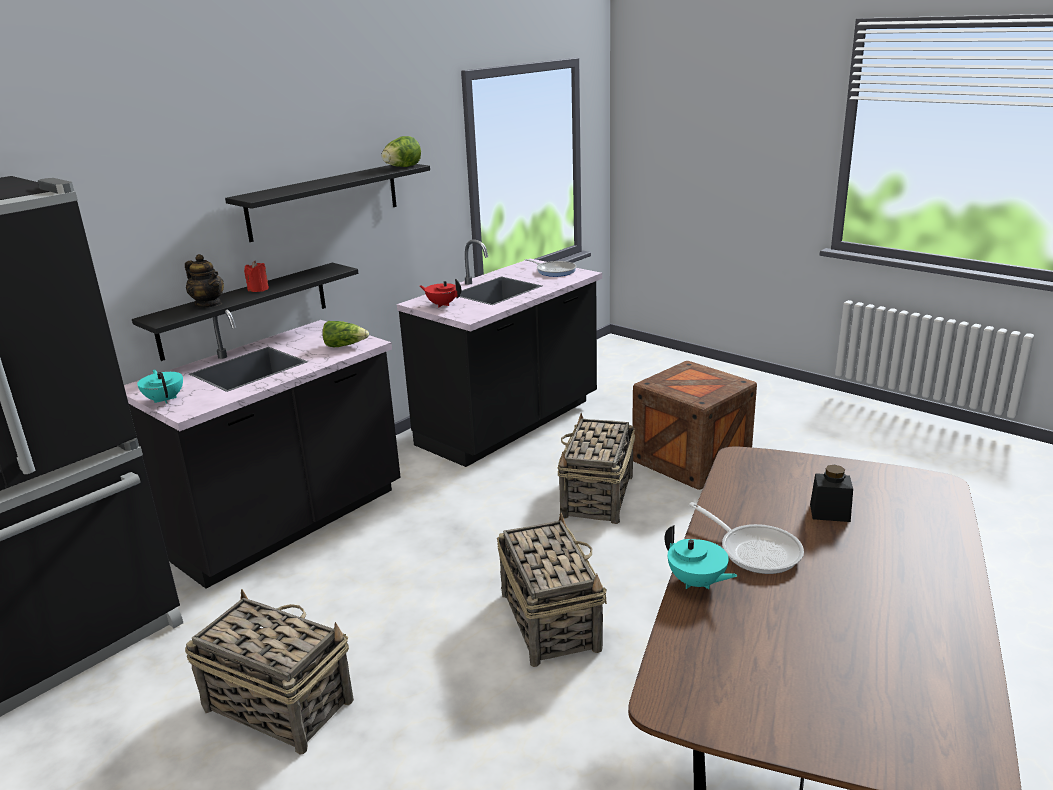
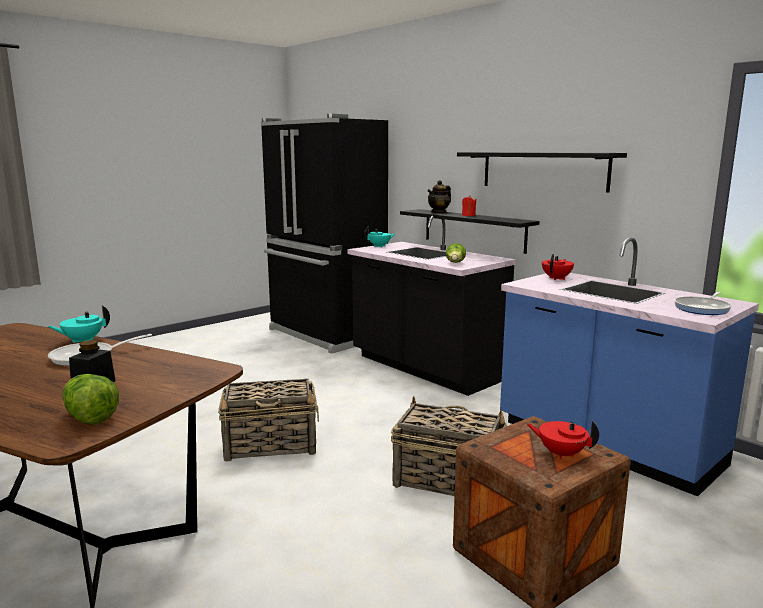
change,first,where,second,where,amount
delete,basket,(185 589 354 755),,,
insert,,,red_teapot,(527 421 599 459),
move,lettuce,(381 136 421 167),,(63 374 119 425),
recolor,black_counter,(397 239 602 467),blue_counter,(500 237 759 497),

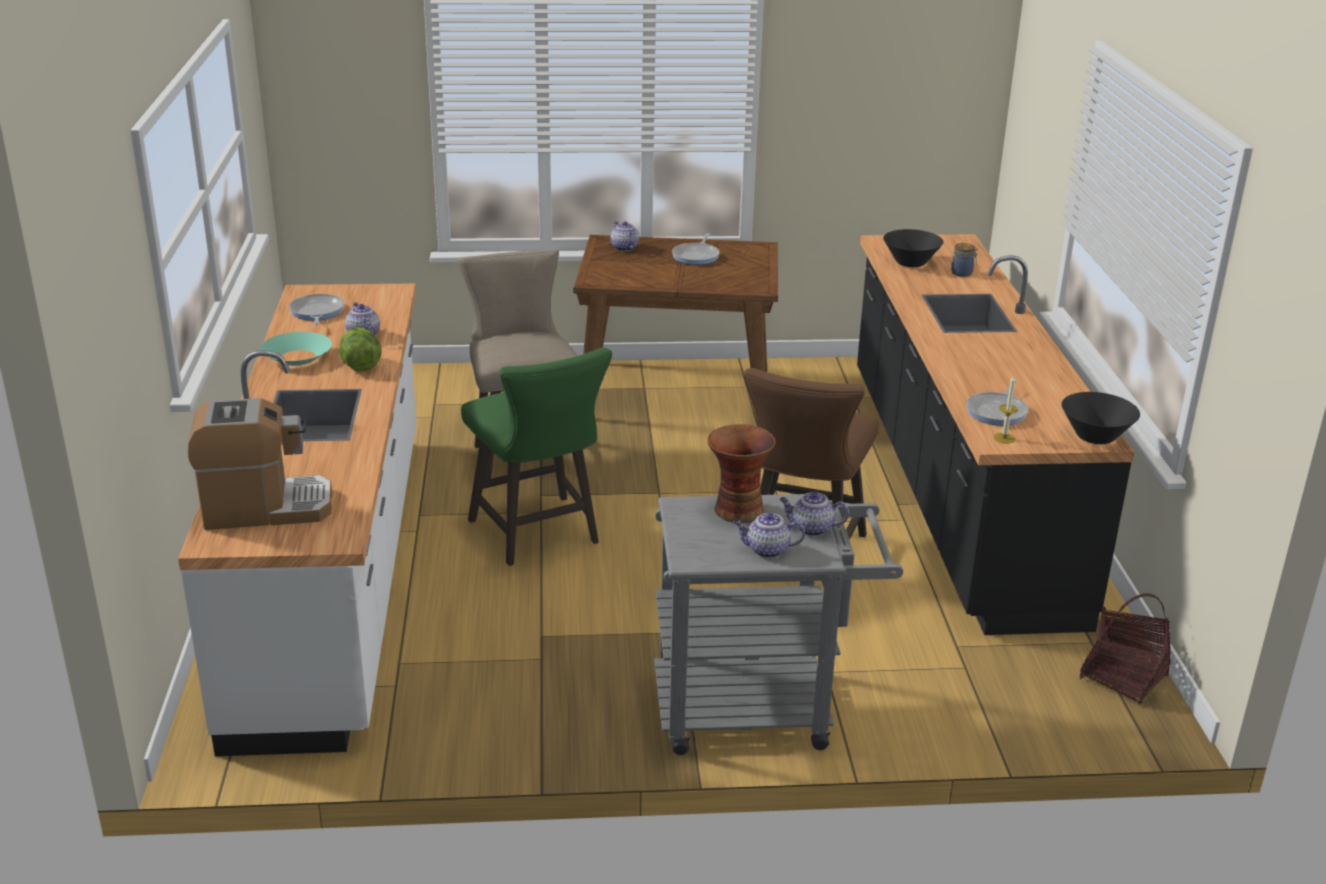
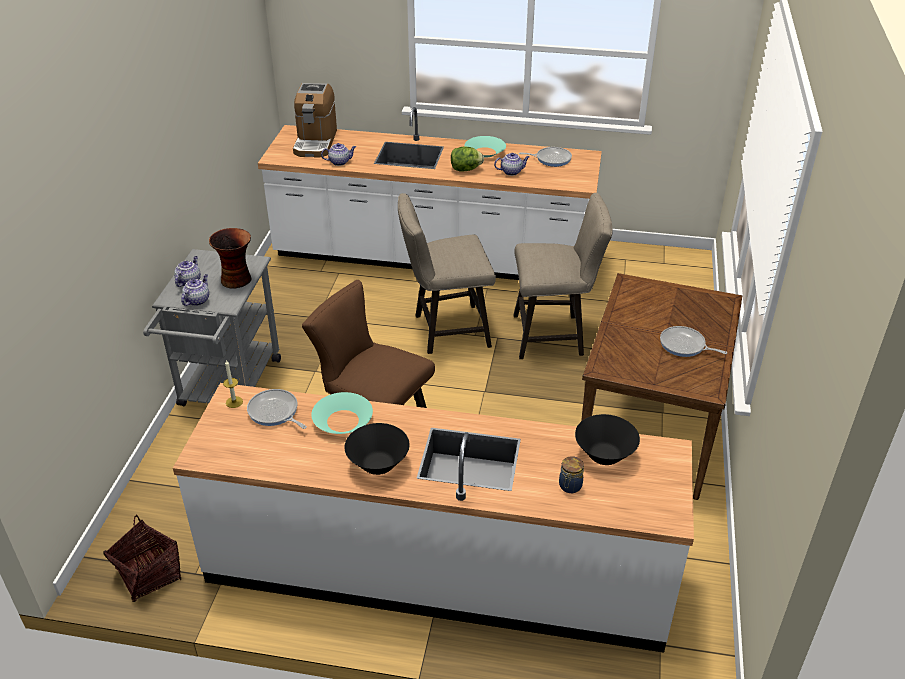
change,first,where,second,where,amount
insert,,,turquoise_bowl,(311 392 373 434),
move,teapot,(611 221 639 251),,(321 143 356 166),
move,black_bowl,(1062 392 1140 444),,(345 423 410 475),
recolor,green_stool,(461 347 612 566),beige_stool,(398 193 496 354),
recolor,black_counter,(857 234 1135 635),white_counter,(173 383 694 652),

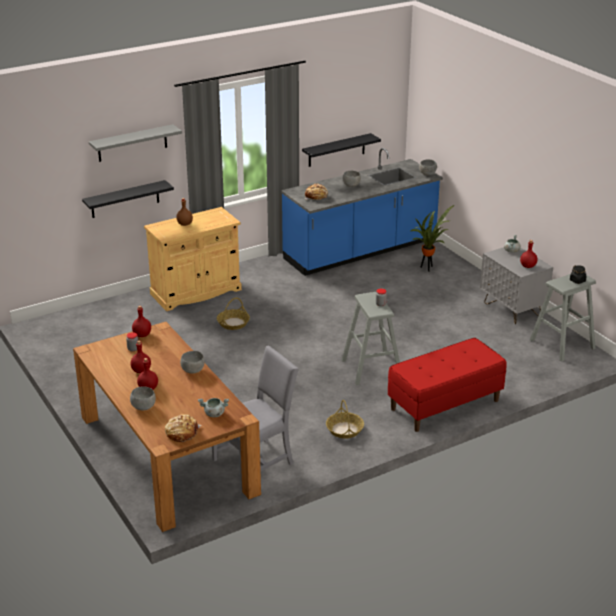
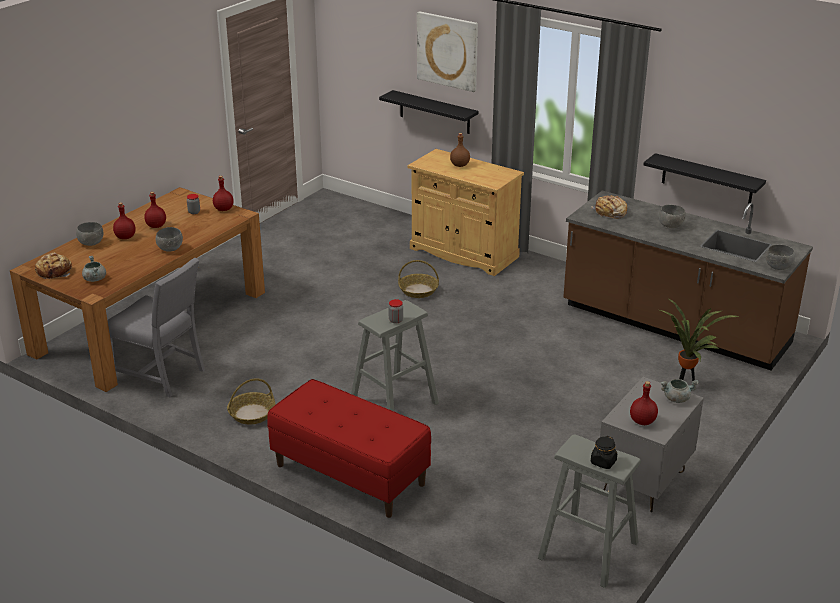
change,first,where,second,where,amount
replace,grey_shelf,(89 124 182 162),picture,(417 11 478 92),
recolor,blue_counter,(281 148 443 276),brown_counter,(563 191 813 370),

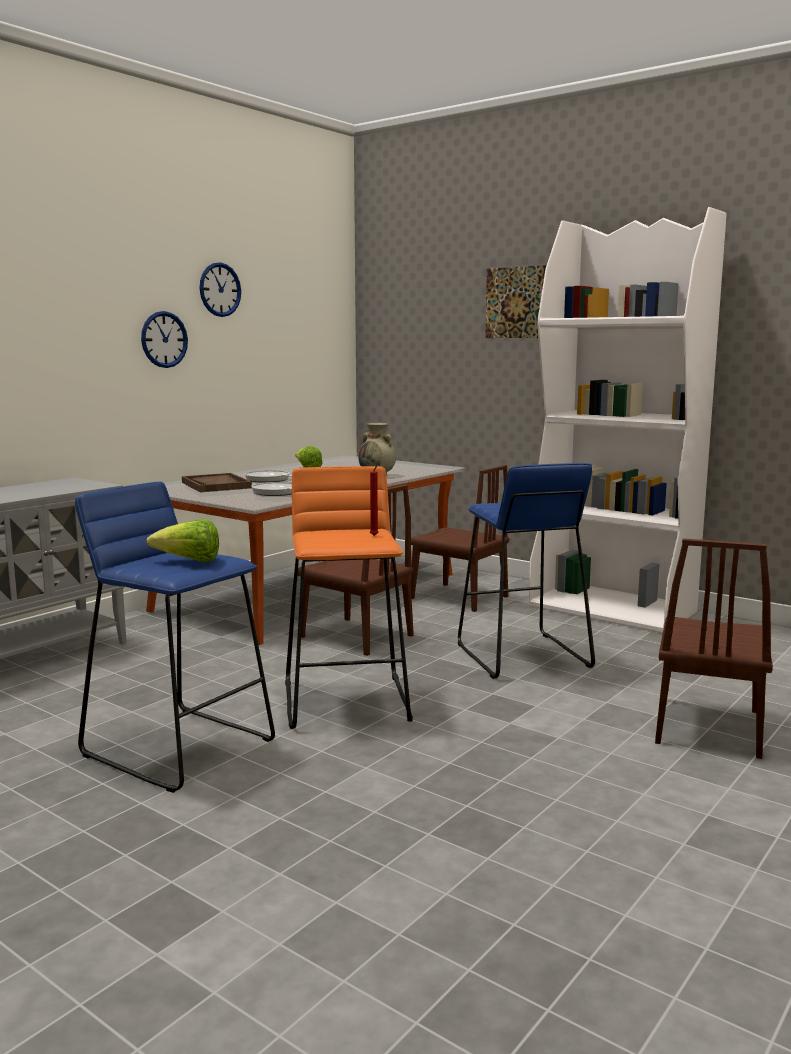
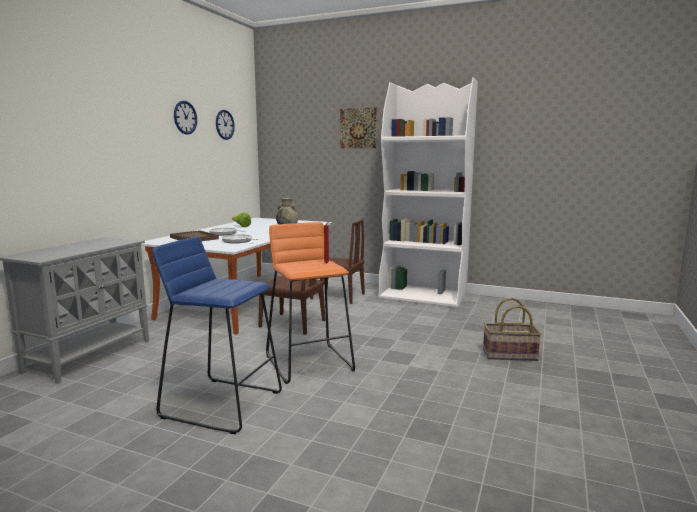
change,first,where,second,where,amount
delete,lettuce,(146 519 219 562),,,
delete,blue_stool,(458 463 595 679),,,
move,wall_clock,(141 311 188 368),,(216 110 235 140),
replace,brown_chair,(655 538 773 759),basket,(483 298 541 361),

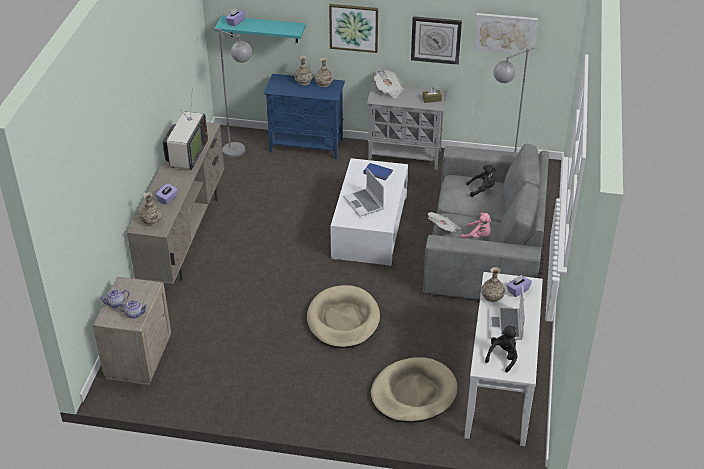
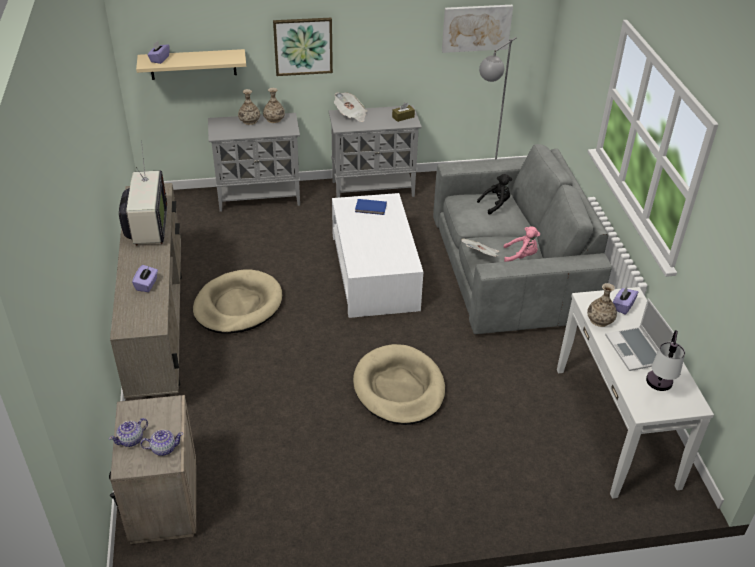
change,first,where,second,where,amount
delete,vase,(140 192 162 225),,,
delete,grey_floor_lamp,(212 27 252 157),,,
delete,laptop,(343 168 384 217),,,
delete,wall_clock,(411 16 462 65),,,
move,beige_dog_bed,(371 357 458 423),,(193 269 282 334),
replace,black_plush_toy,(485 326 518 372),table_lamp,(646 330 685 391),
recolor,turquoise_shelf,(215 16 306 43),beige_shelf,(136 49 246 80),
recolor,blue_cabinet,(264 74 345 159),grey_cabinet,(208 113 300 212),

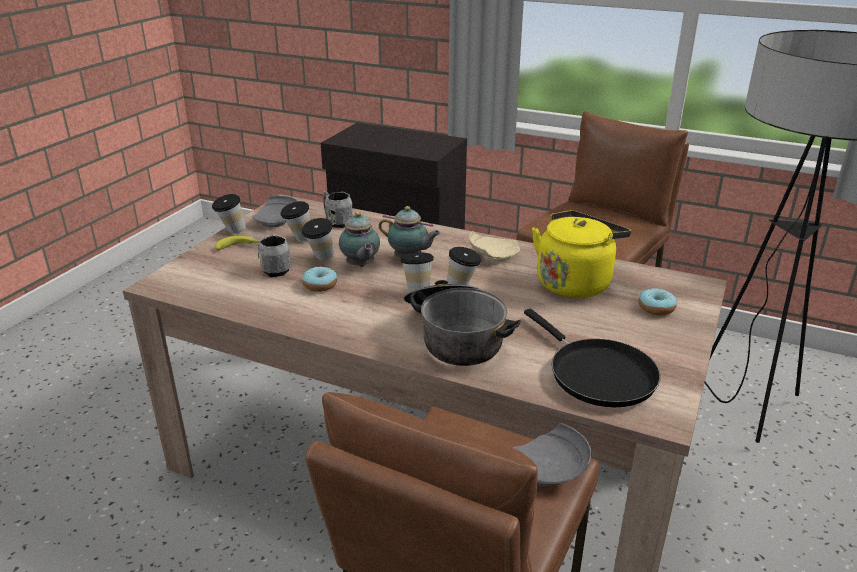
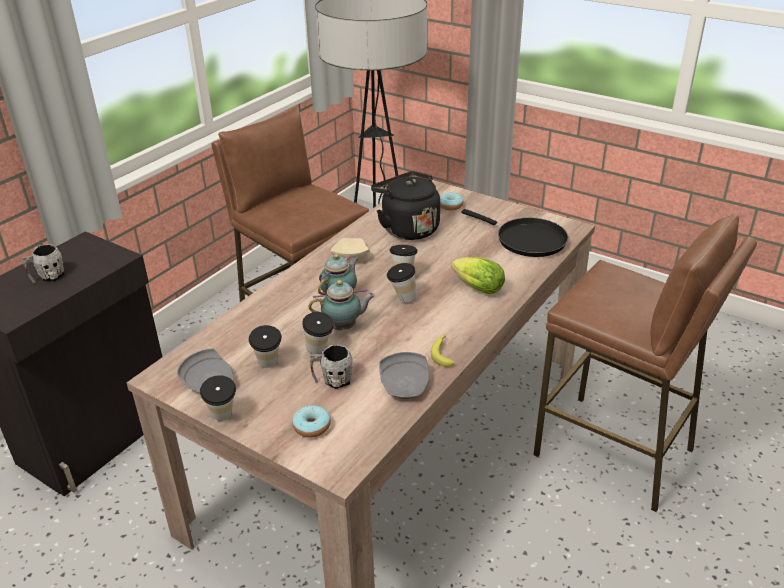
change,first,where,second,where,amount
move,banana,(215 236 259 250),,(431 334 455 367),
move,donut,(302 266 337 292),,(292 405 331 438),
move,grey_mug,(323 191 353 228),,(22 244 65 283),
move,grey_plate,(513 423 592 486),,(379 352 429 399),
replace,cooking_pot,(404 280 521 366),lettuce,(451 257 505 294),
recolor,yellow_kettle,(532 210 631 298),black_kettle,(371 171 440 240),
rotate,black_frying_pan,(524 309 660 407),,(461 209 568 257),60 degrees clockwise

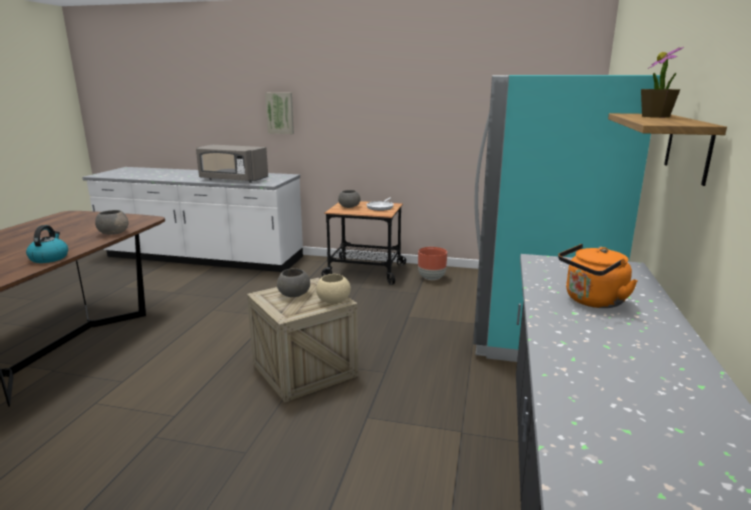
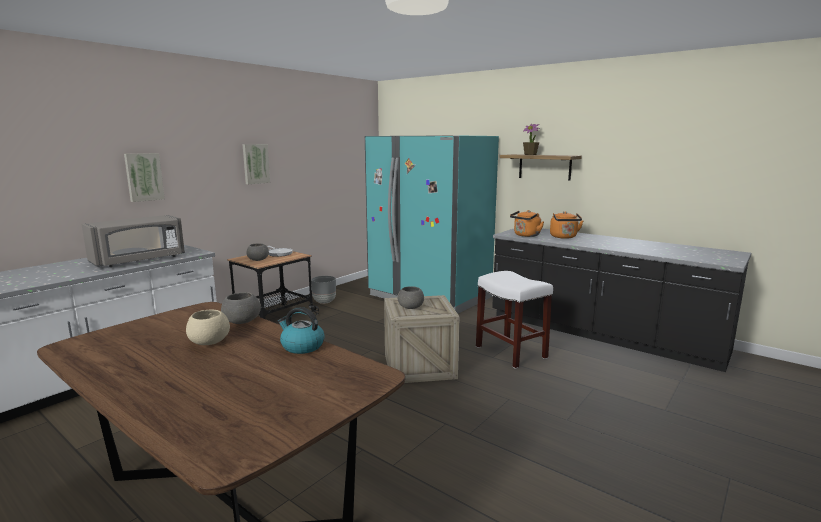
change,first,where,second,where,amount
insert,,,picture,(243 144 270 184),
insert,,,white_stool,(476 271 553 369),
insert,,,orange_kettle,(510 210 544 237),
move,beige_bowl,(316 274 351 304),,(186 310 230 345),
recolor,brown_planter,(418 247 447 280),grey_planter,(311 276 336 304),

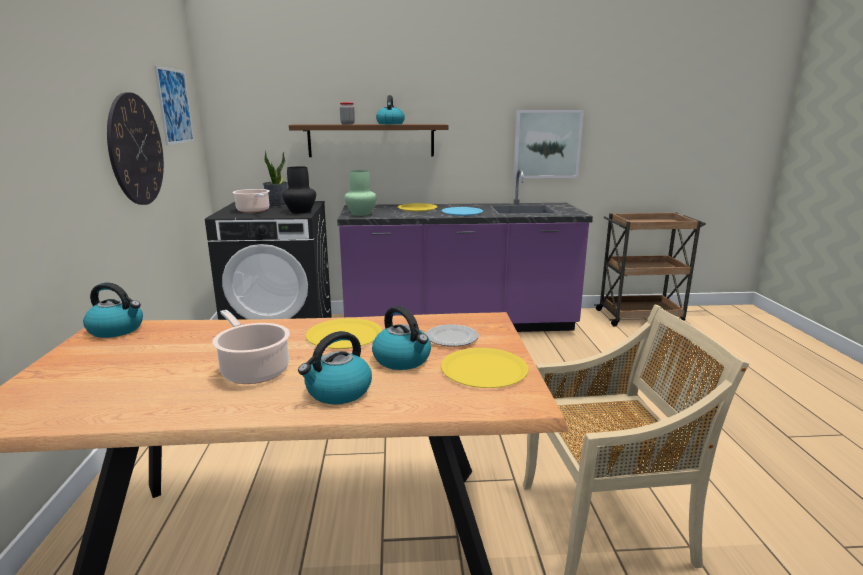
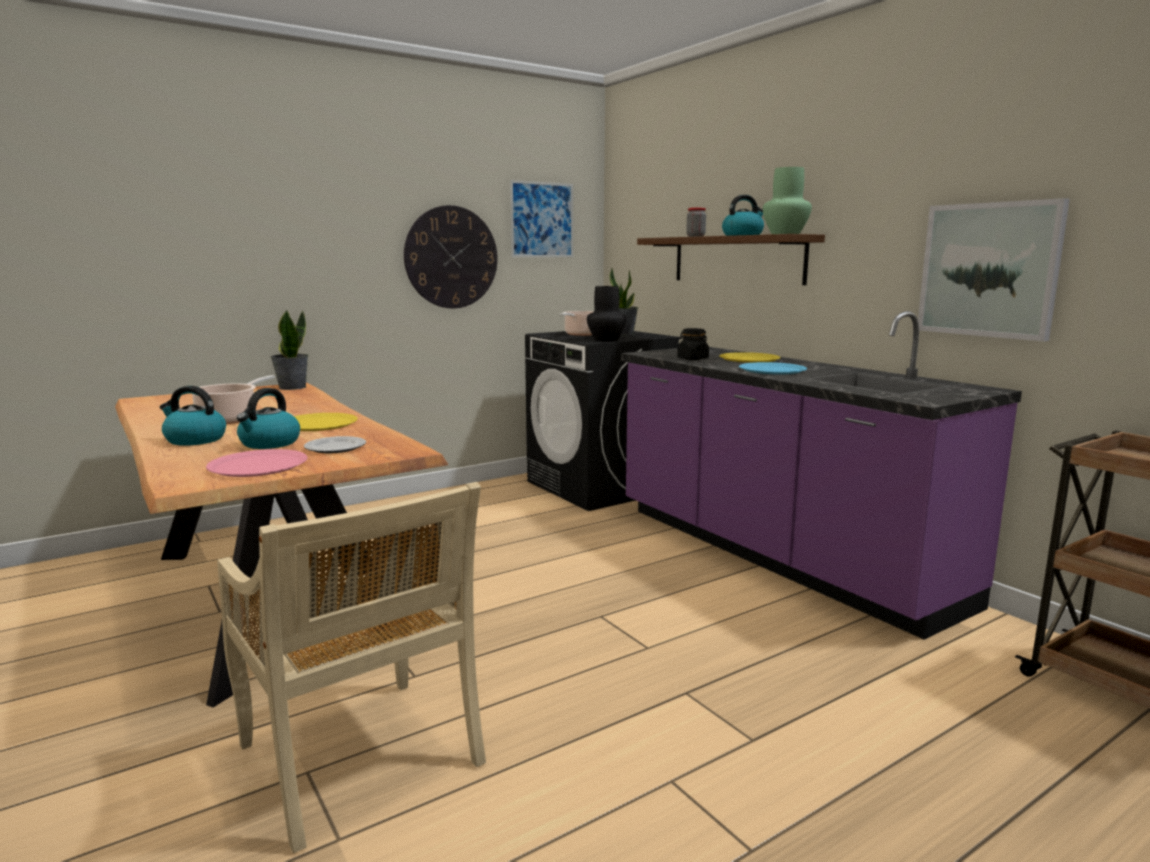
change,first,where,second,where,amount
insert,,,black_jar,(677 328 709 360),
move,green_vase,(344 170 377 216),,(763 167 812 234),
replace,kettle,(83 283 143 338),potted_plant,(271 310 308 390),
recolor,yellow_plate,(441 348 529 388),pink_plate,(206 449 308 477),

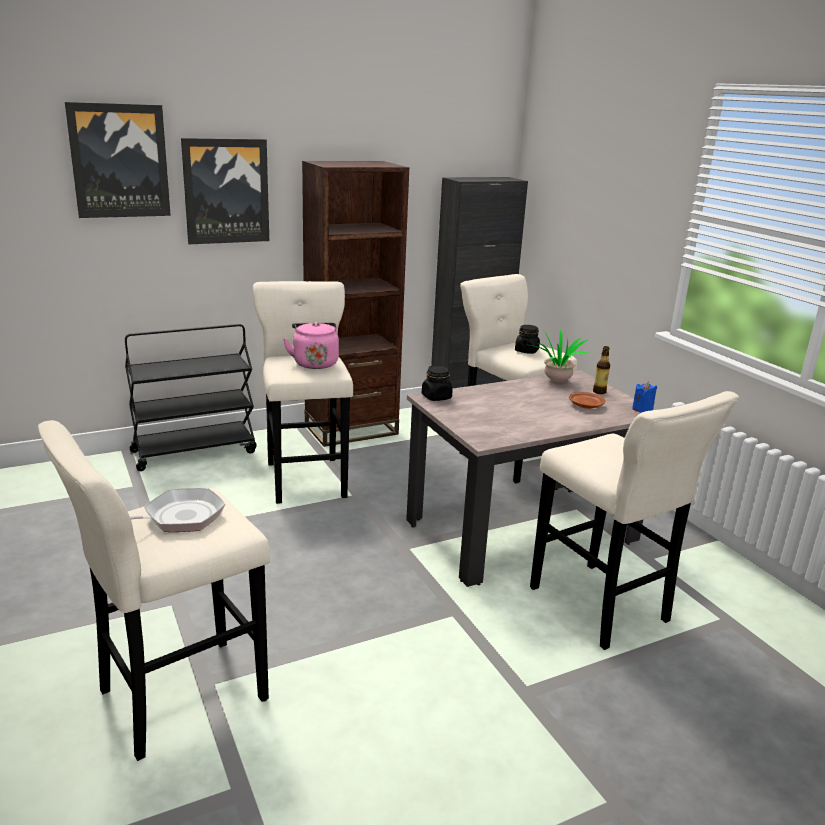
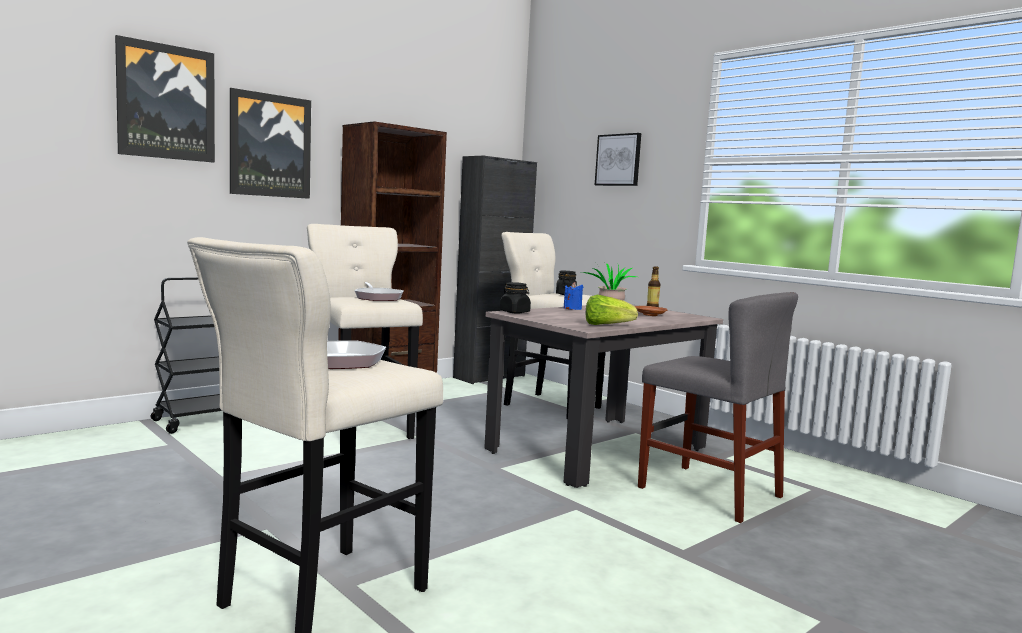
change,first,where,second,where,amount
insert,,,lettuce,(586 295 638 325),
insert,,,picture,(595 133 641 186),
move,blue_candle,(632 381 657 413),,(564 282 583 310),
replace,pink_kettle,(283 322 339 369),frying_pan,(355 282 404 301),
replace,beige_stool,(530 391 739 650),grey_chair,(638 292 798 523),

